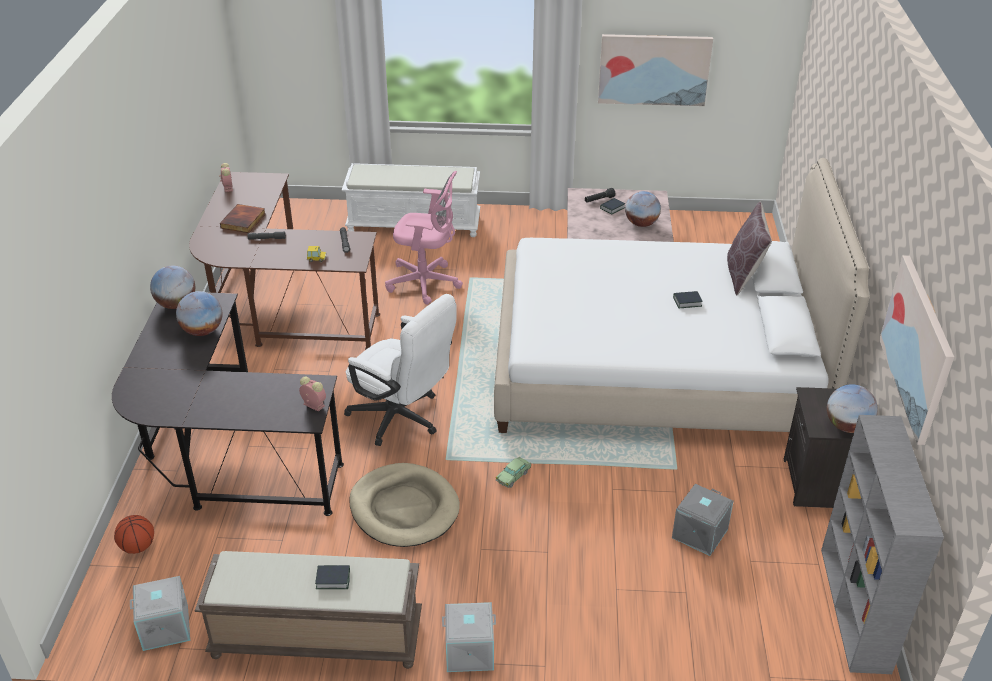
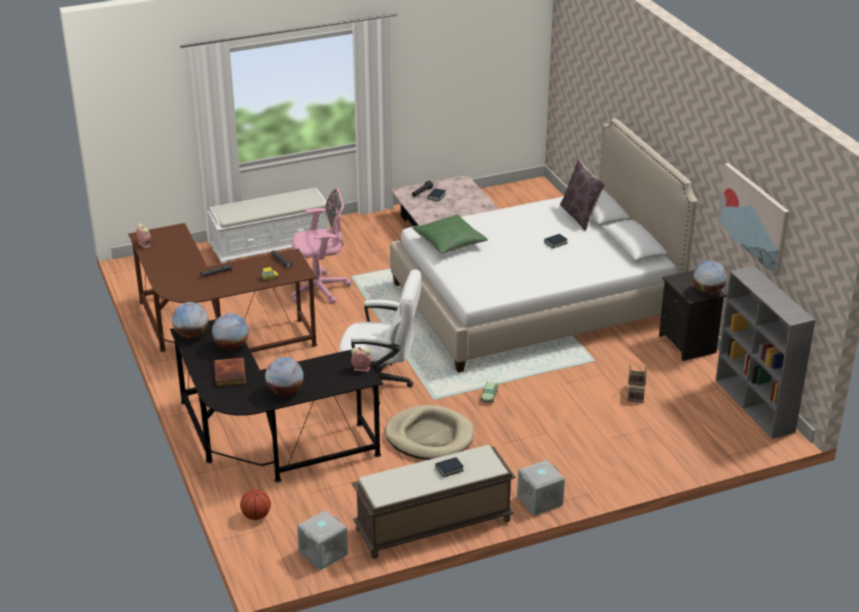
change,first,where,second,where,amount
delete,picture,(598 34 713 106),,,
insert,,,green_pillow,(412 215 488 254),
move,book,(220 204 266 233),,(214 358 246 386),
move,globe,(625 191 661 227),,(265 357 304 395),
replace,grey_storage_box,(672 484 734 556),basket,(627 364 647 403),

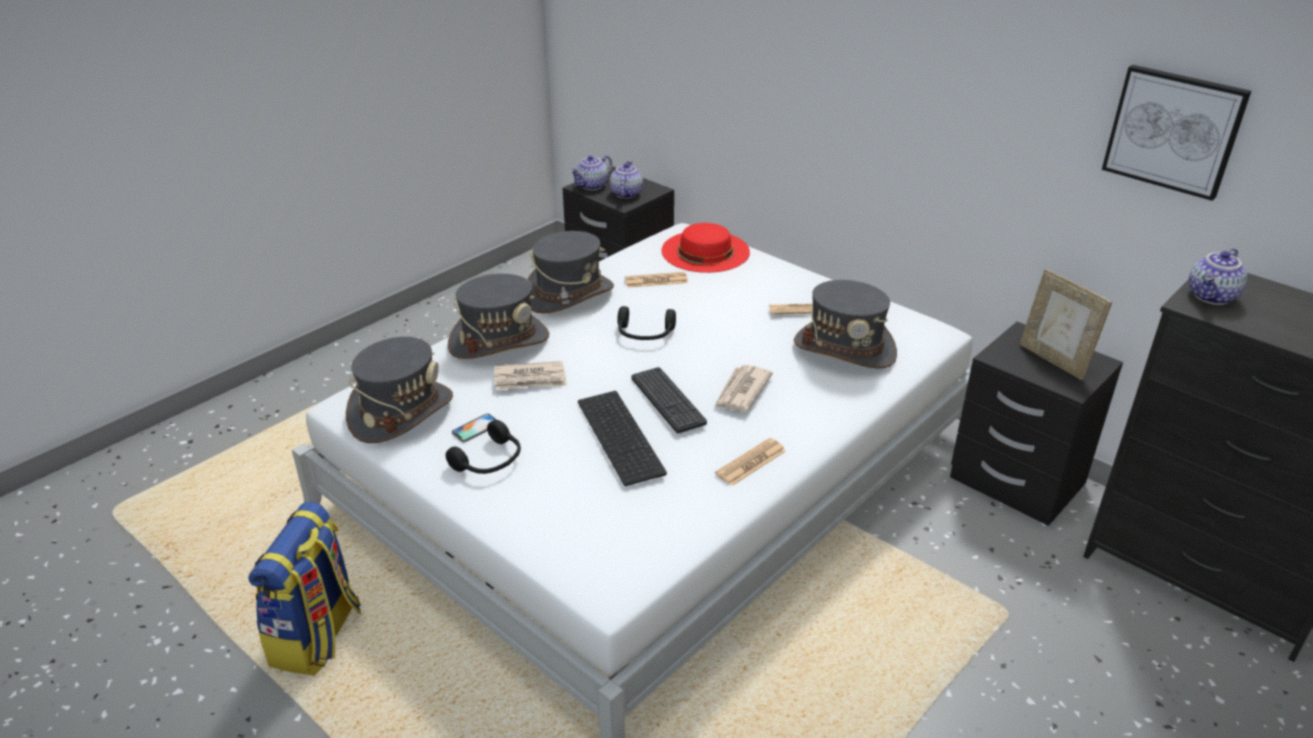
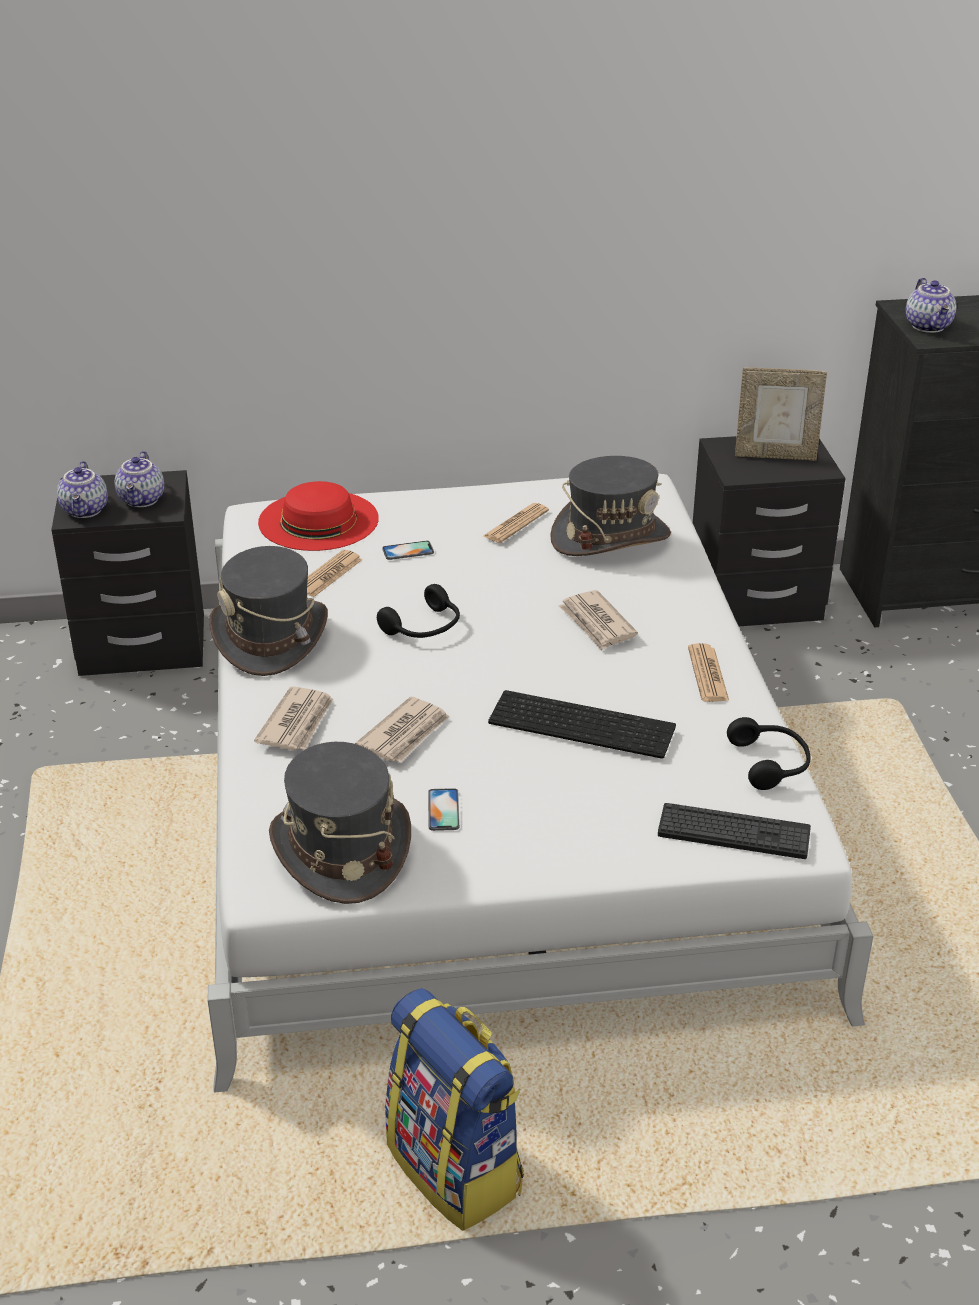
change,first,where,second,where,amount
delete,picture,(1102 65 1251 201),,,
insert,,,phone,(382 541 434 560),
move,black_headphones,(446 420 521 474),,(727 717 811 790),
move,keyboard,(631 367 707 433),,(658 803 811 859),
replace,grey_hat,(448 274 549 359),newspaper,(254 686 333 751),
rotate,teapot,(610 161 643 199),,(115 451 164 507),135 degrees counterclockwise

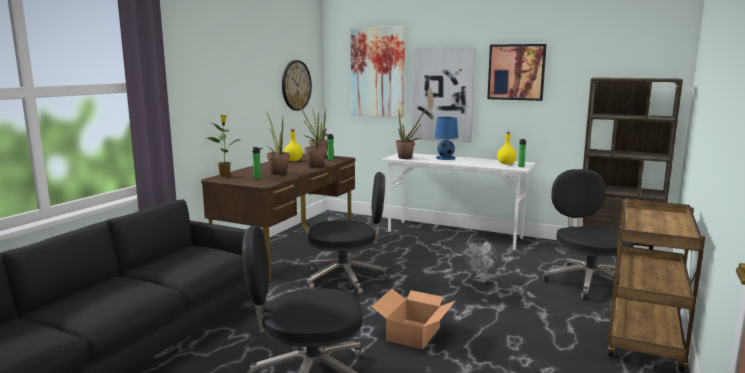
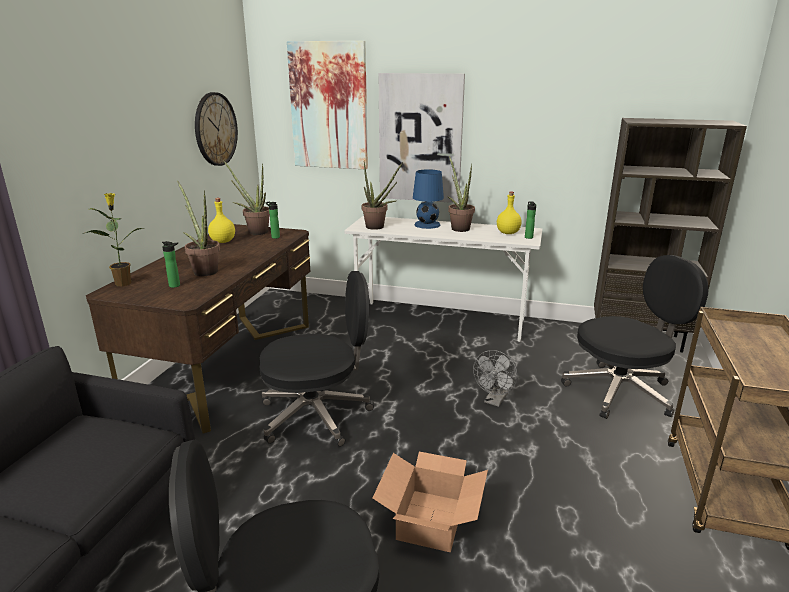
change,first,where,second,where,amount
delete,picture,(487 44 547 101),,,
move,potted_plant,(305 108 326 168),,(447 156 475 232),
rotate,black_office_chair,(543 169 634 299),,(561 255 709 419),90 degrees clockwise

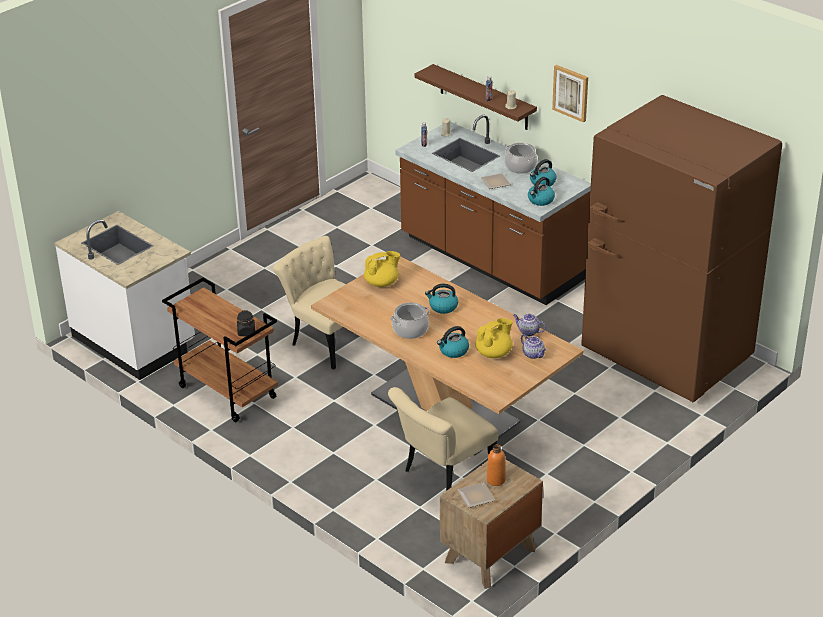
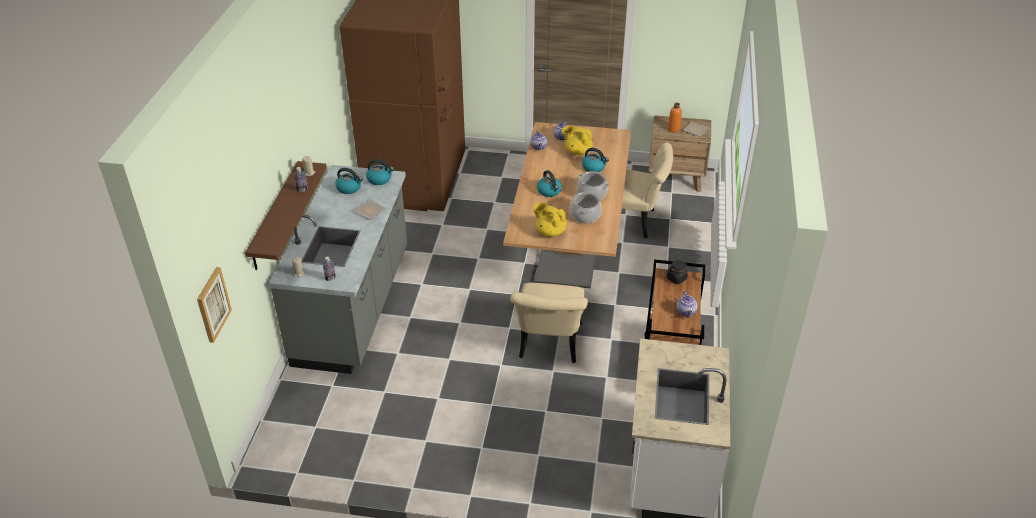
change,first,where,second,where,amount
insert,,,teapot,(676 291 697 317),
move,cooking_pot,(504 143 537 174),,(570 191 602 224),
move,picture,(552 65 588 123),,(197 267 232 343),
recolor,brown_counter,(395 115 591 305),grey_counter,(269 165 407 374),

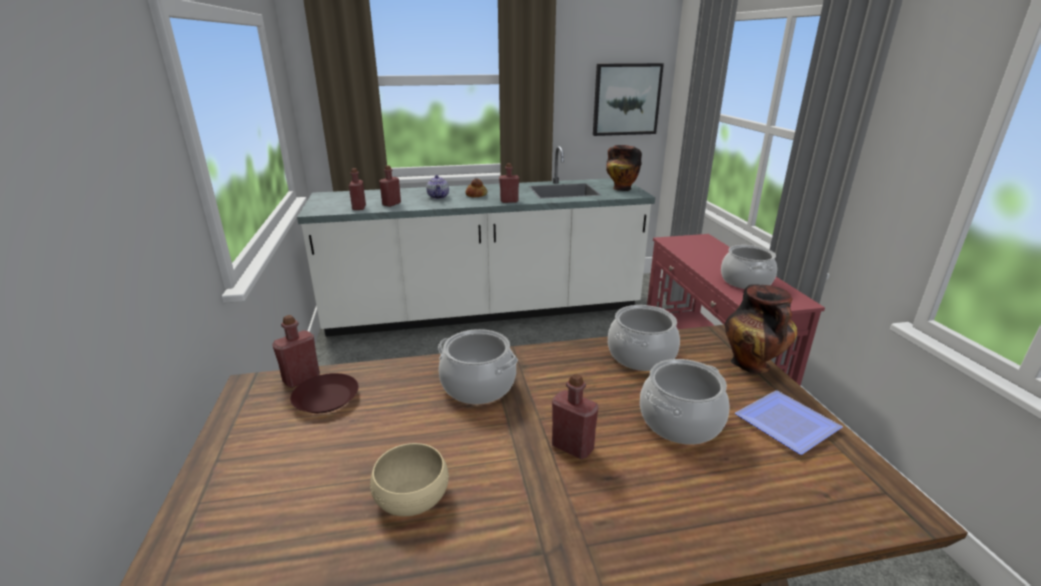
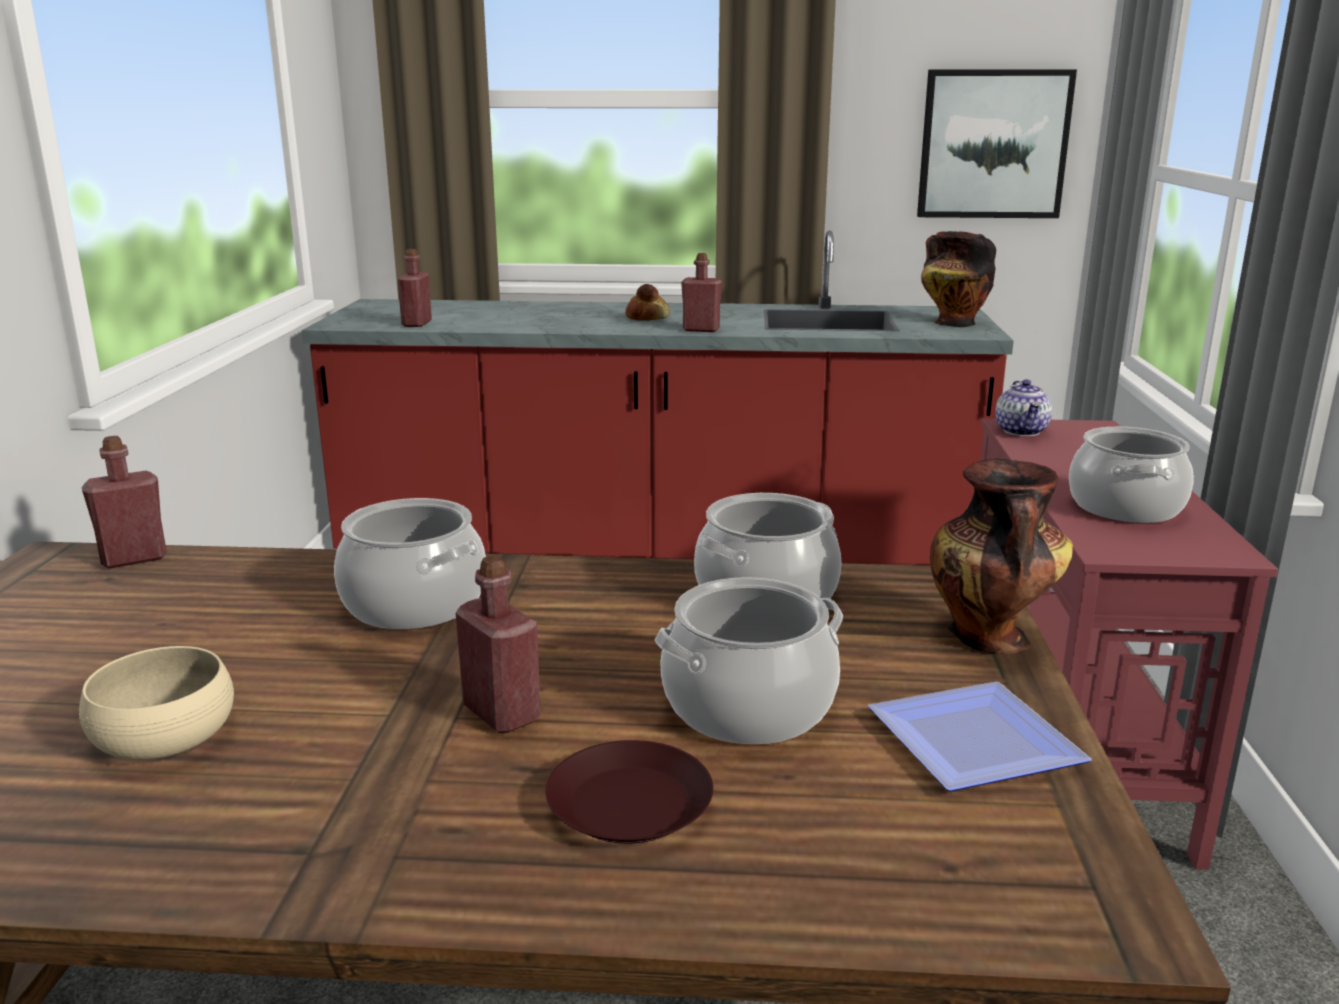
change,first,where,second,where,amount
delete,red_bottle,(379 165 401 207),,,
move,brown_plate,(290 373 359 413),,(545 740 713 844),
move,teapot,(426 175 449 199),,(995 380 1052 436),
recolor,white_counter,(297 146 655 337),red_counter,(301 230 1013 566),

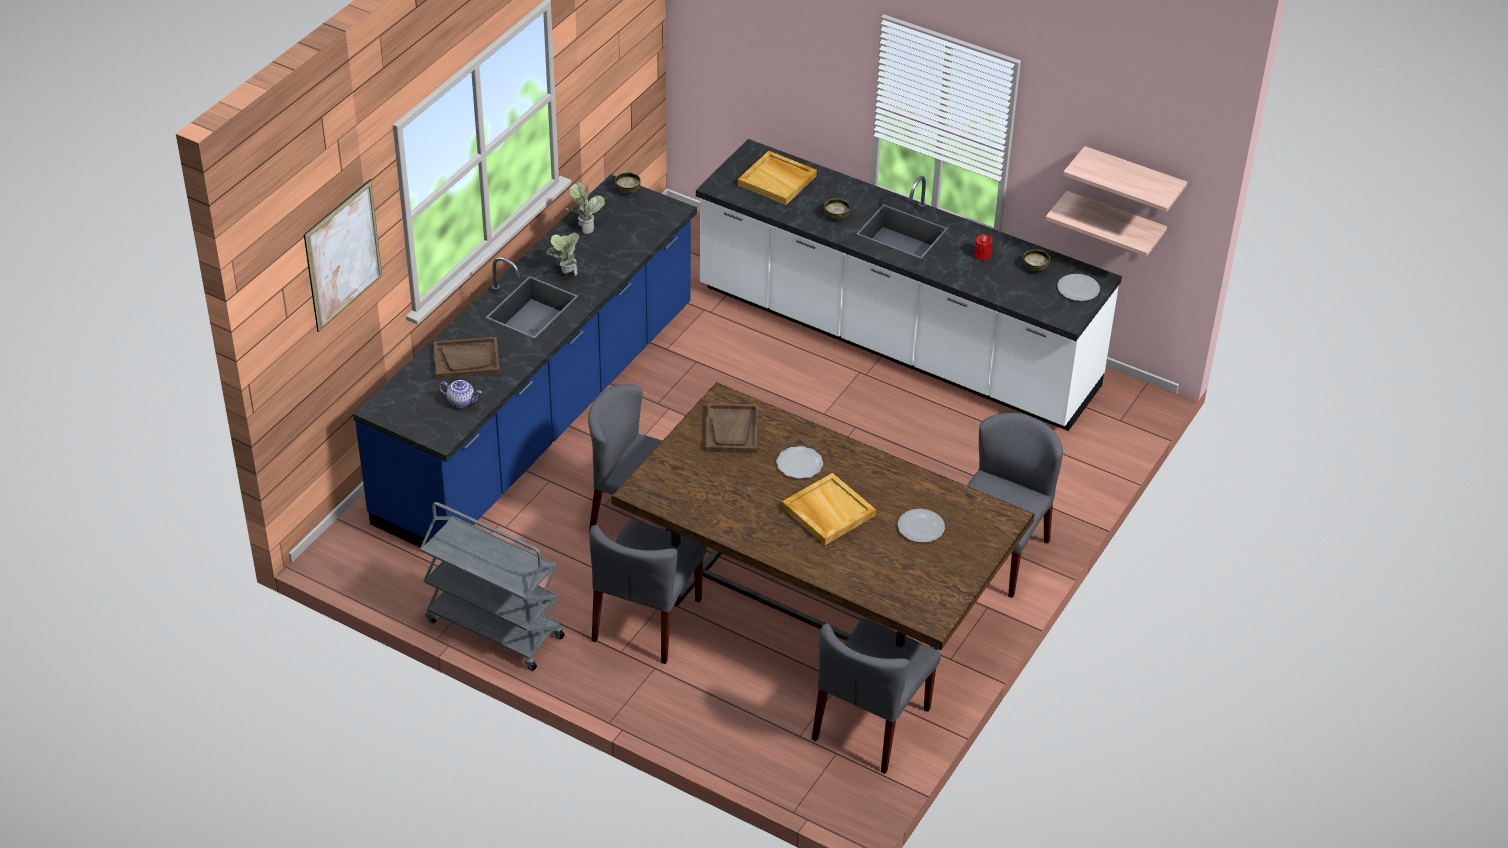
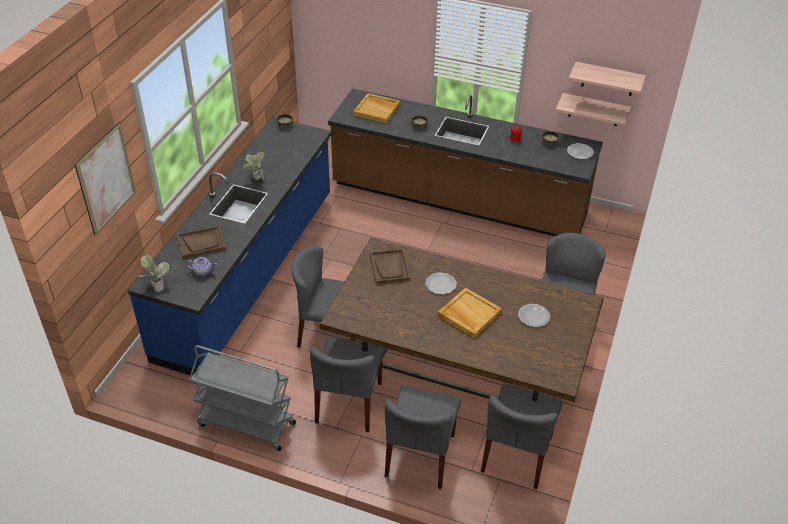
change,first,where,second,where,amount
insert,,,grey_chair,(385 386 461 489),
move,potted_plant,(564 183 605 234),,(138 255 169 292),
recolor,white_counter,(696 139 1122 431),brown_counter,(328 88 603 236),

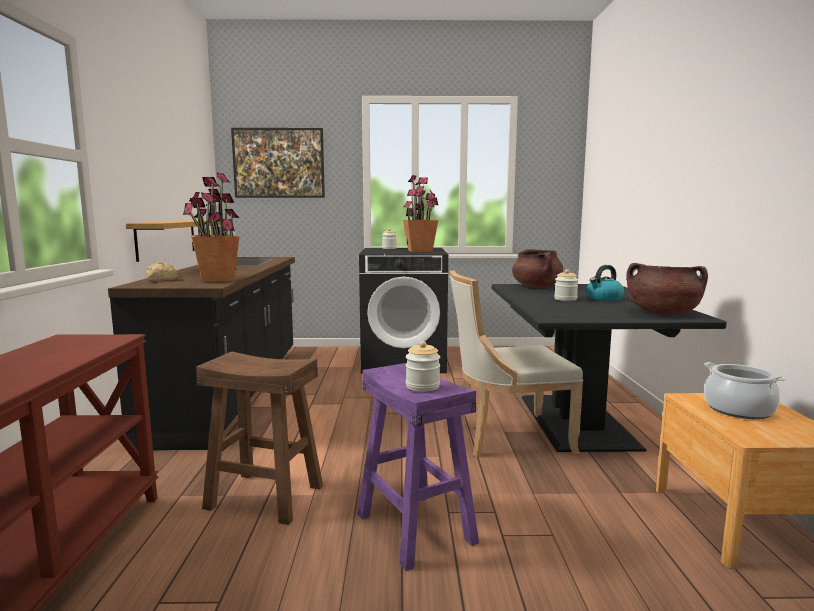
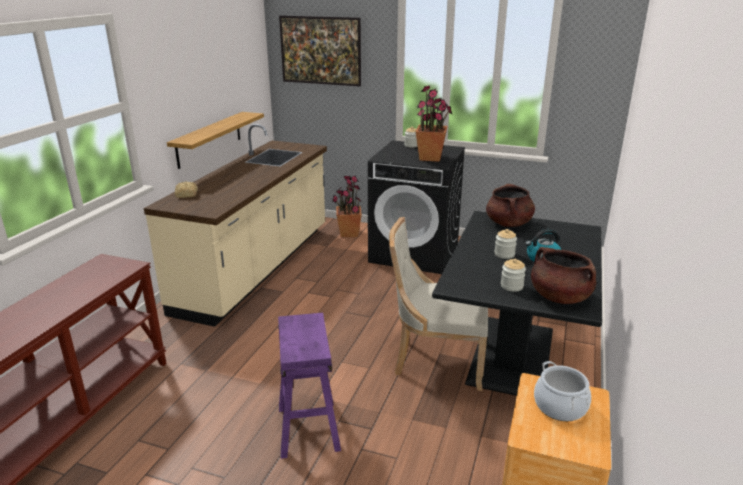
change,first,where,second,where,amount
delete,brown_stool,(196 351 323 525),,,
move,potted_plant,(183 172 239 282),,(332 176 362 237),
move,jar,(406 341 440 392),,(501 259 526 292),
recolor,black_counter,(108 225 295 450),beige_counter,(144 124 327 327),

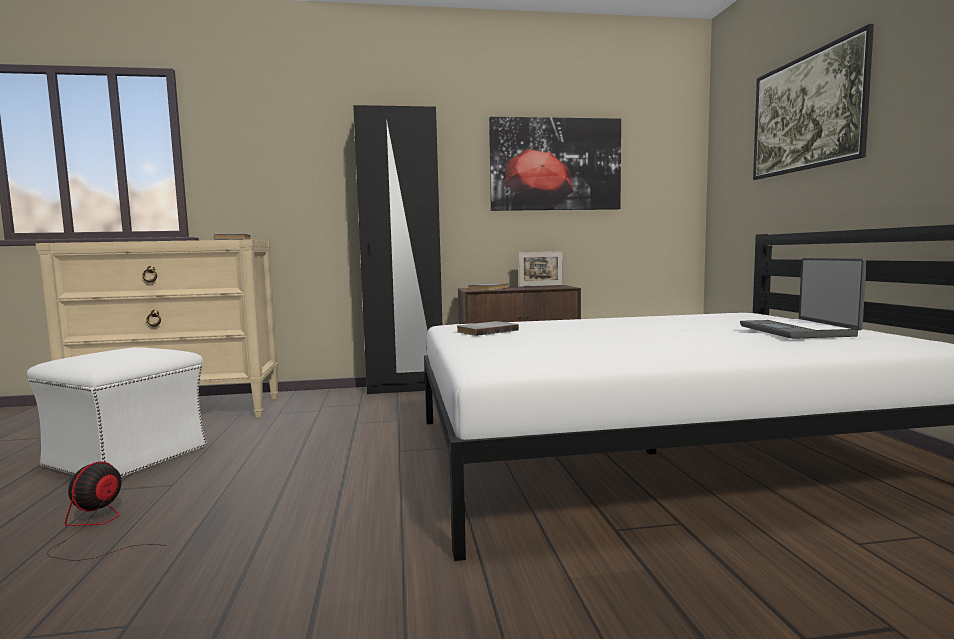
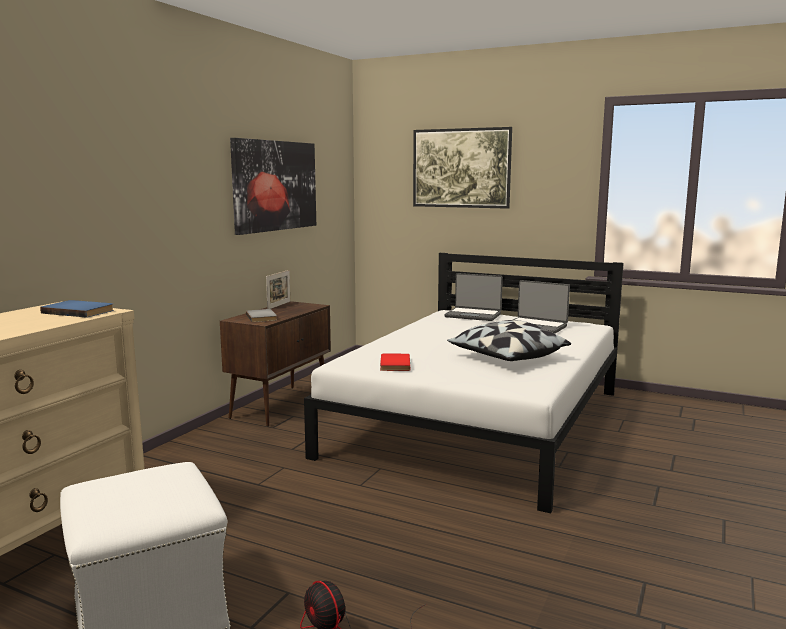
change,first,where,second,where,amount
delete,black_wardrobe,(353 105 442 394),,,
insert,,,laptop,(445 273 503 321),
insert,,,pillow,(447 320 571 361),
recolor,grey_book,(457 321 519 336),red_book,(380 354 410 371),

